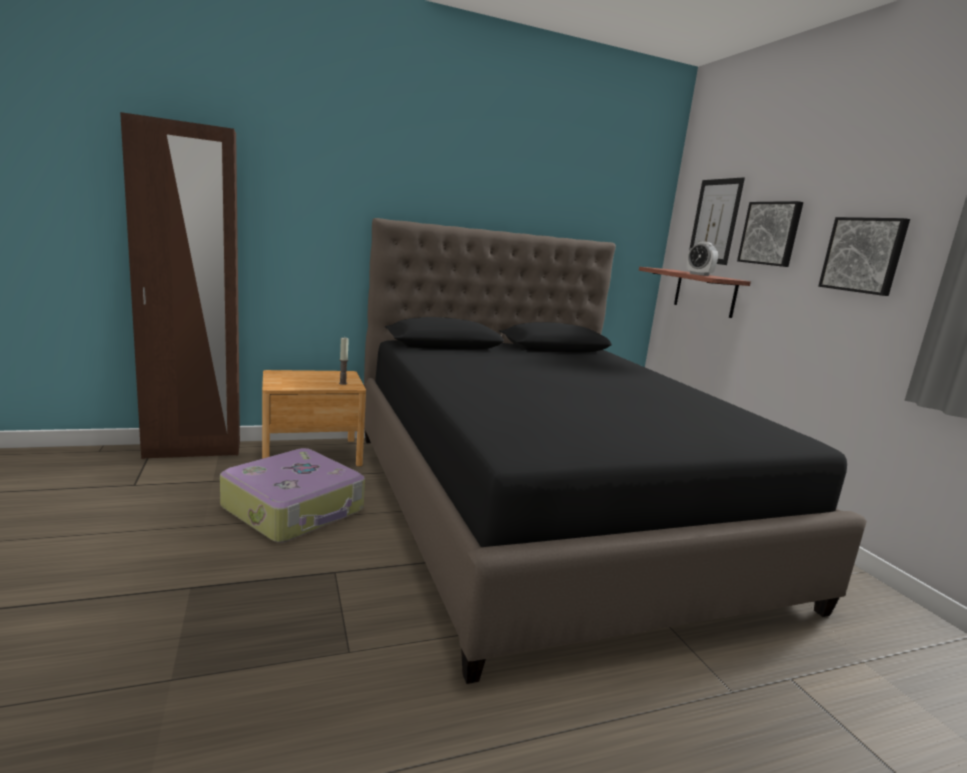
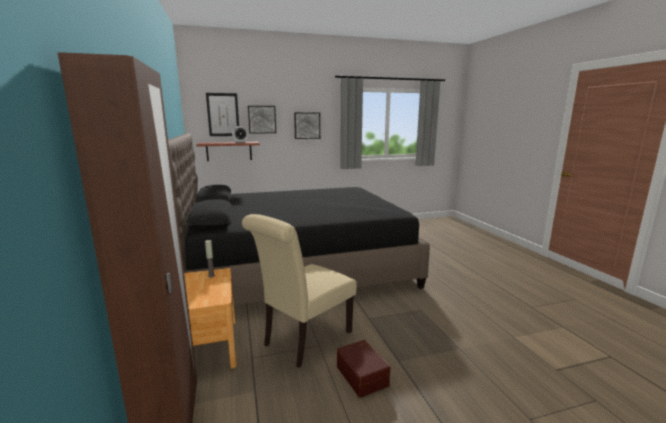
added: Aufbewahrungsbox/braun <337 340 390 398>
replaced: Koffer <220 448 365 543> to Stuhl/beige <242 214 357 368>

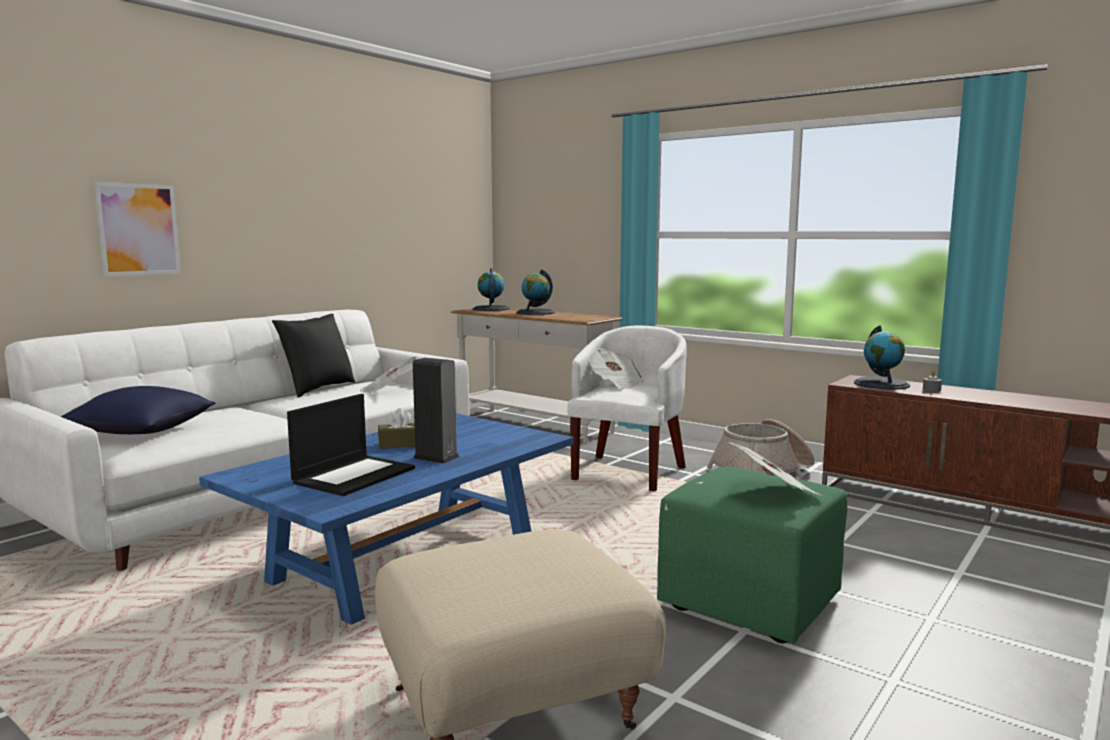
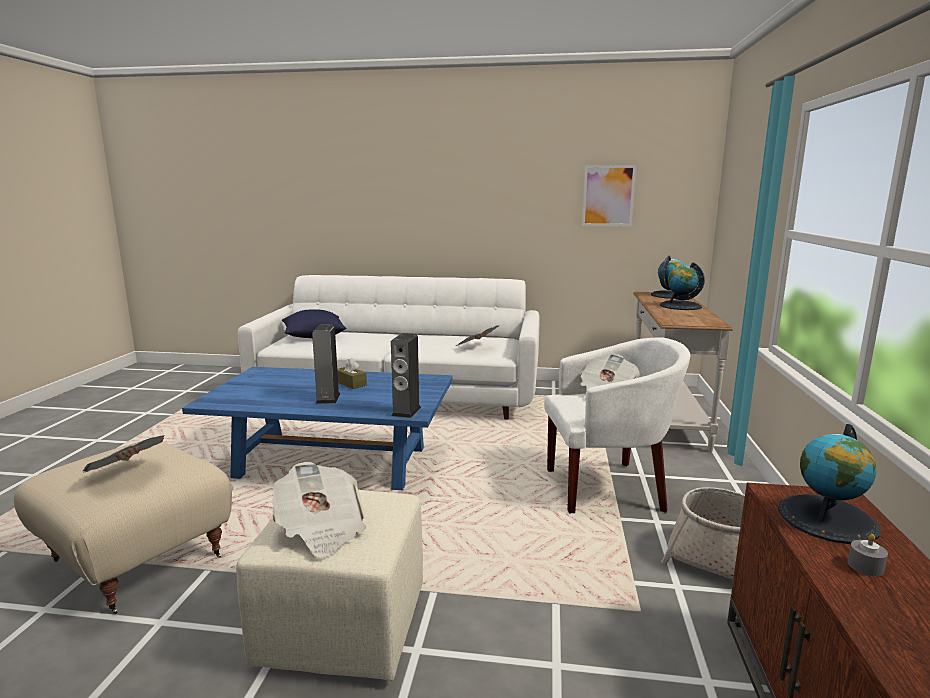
removed: Kissen/schwarz <272 314 355 398>; Laptop <287 394 415 496>
added: Zeitung <83 436 164 473>; Lautsprecher <391 333 421 418>
moved: Bild <94 182 181 277> to <582 165 636 226>
recoloured: Polsterhocker/grün <657 466 847 643> to Polsterhocker/beige <236 490 423 681>

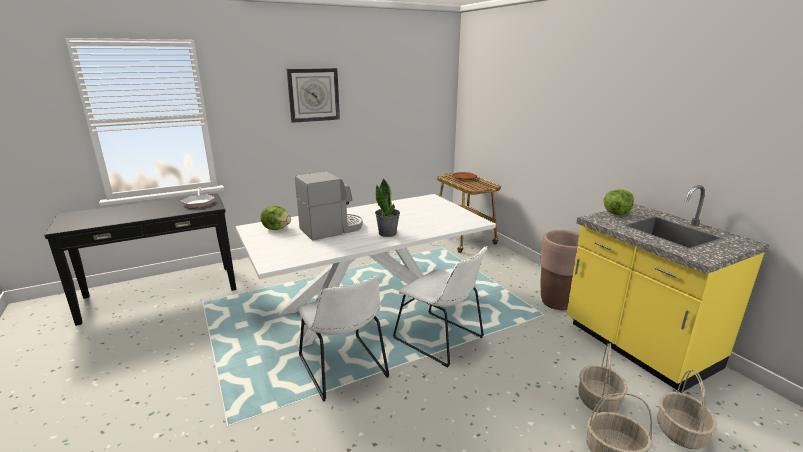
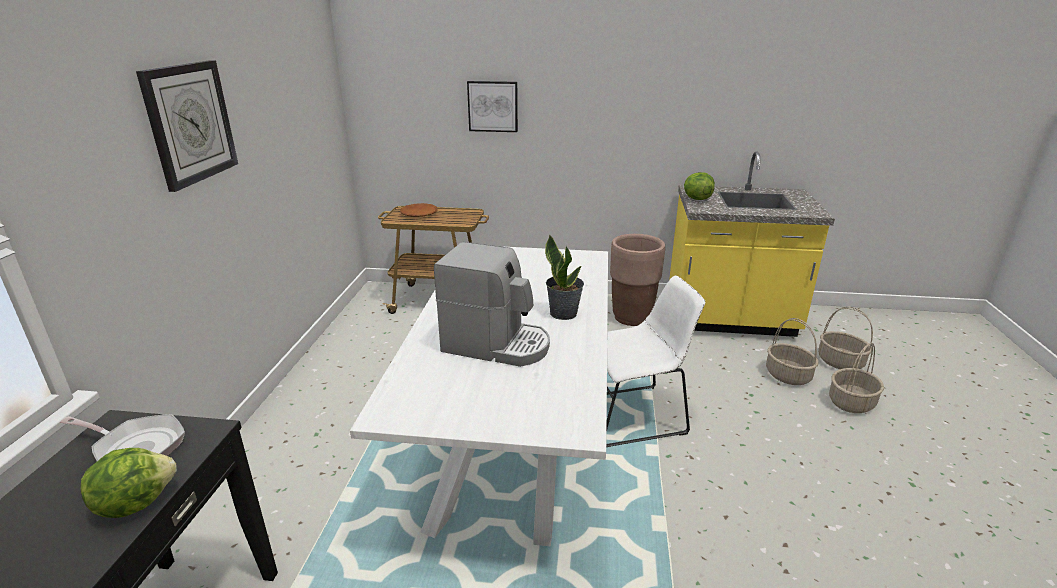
removed: Stuhl/weiß <297 275 389 402>
added: Bild <467 81 518 132>
moved: Salatkopf <260 205 291 230> to <80 448 177 518>
turned: Kaffeemaschine <295 171 363 241> = <434 242 550 367> 105 degrees clockwise

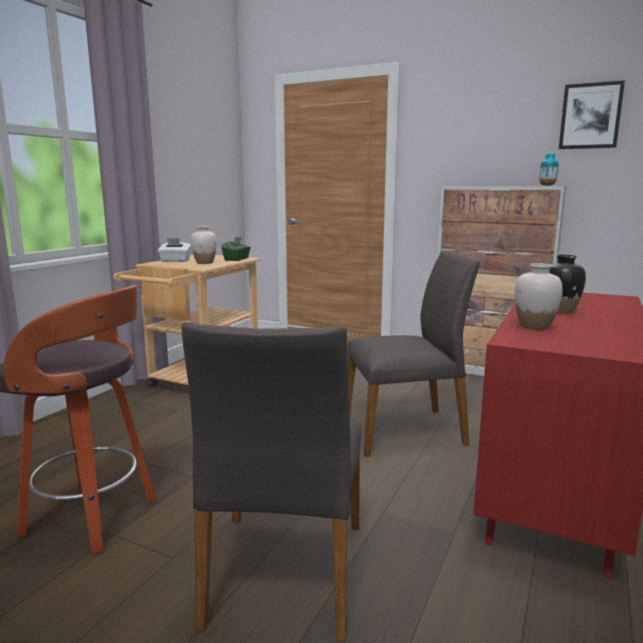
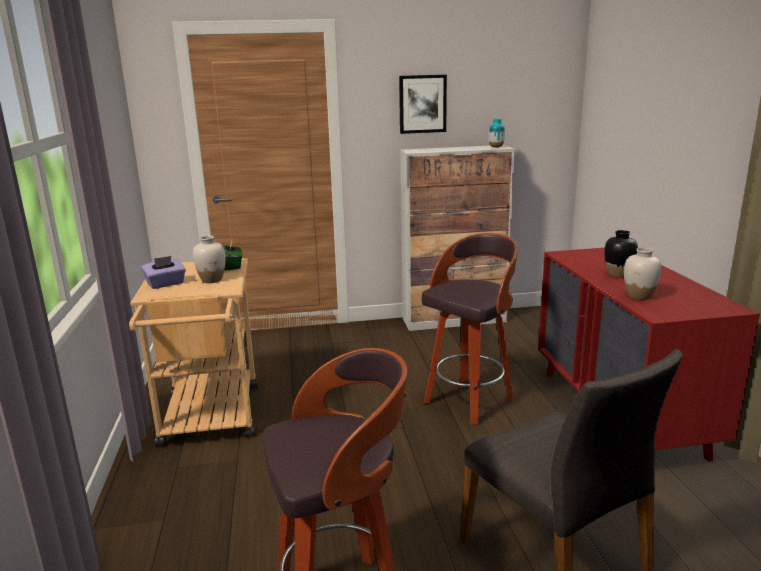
moved: Bild <559 80 625 149> to <399 75 447 134>
replaced: Stuhl/grau <348 251 480 457> to Hocker <422 233 518 425>
recoloured: Taschentuchbox/weiß <158 238 191 262> to Taschentuchbox/lila <141 256 186 289>

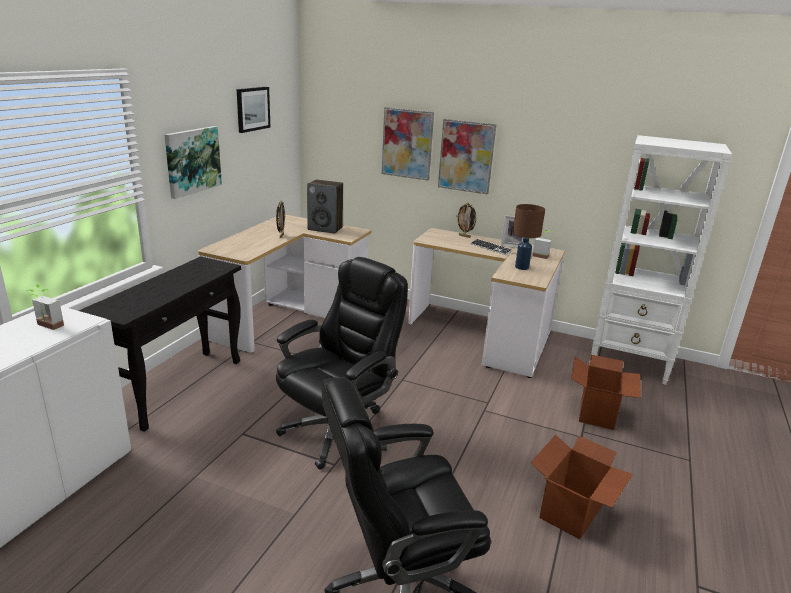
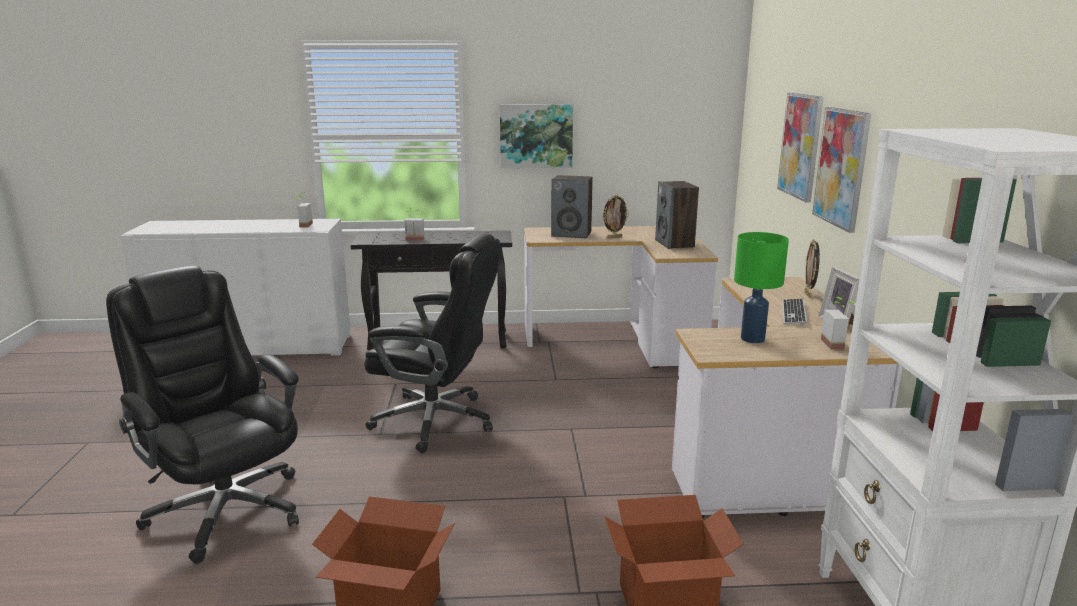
removed: Bild <237 87 270 133>
added: Topfpflanze <405 207 424 241>; Lautsprecher <551 175 593 238>
recoloured: Tischlampe/braun <513 204 545 270> to Tischlampe/grün <734 232 789 343>

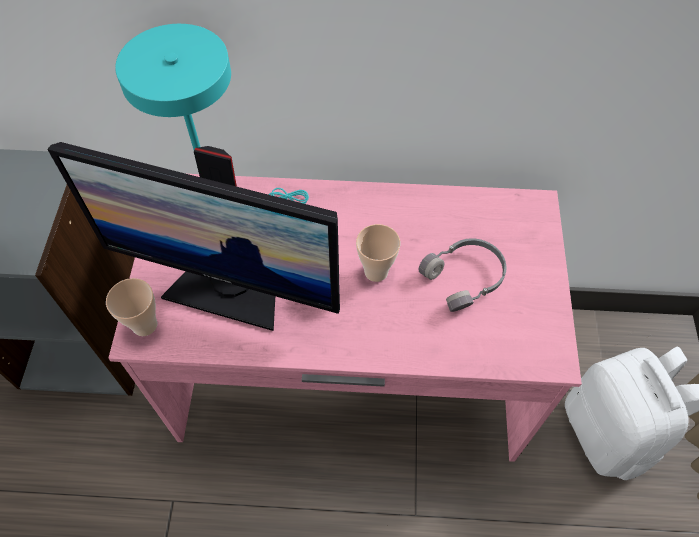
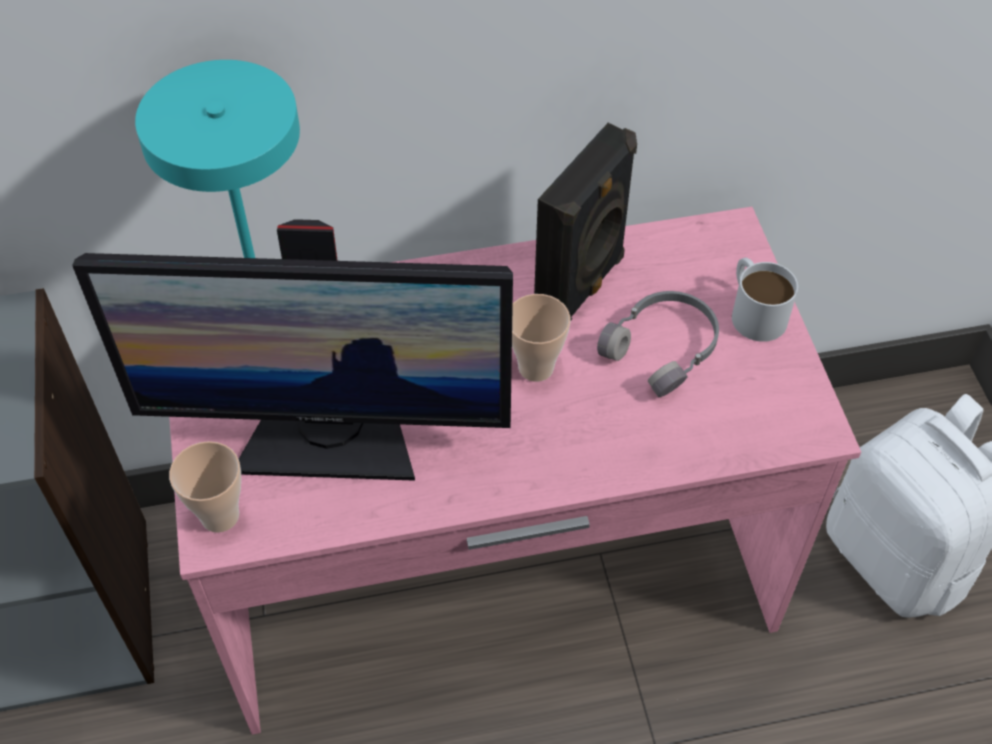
added: Lautsprecher/schwarz <534 123 637 321>; Henkelbecher/weiß <732 258 798 342>

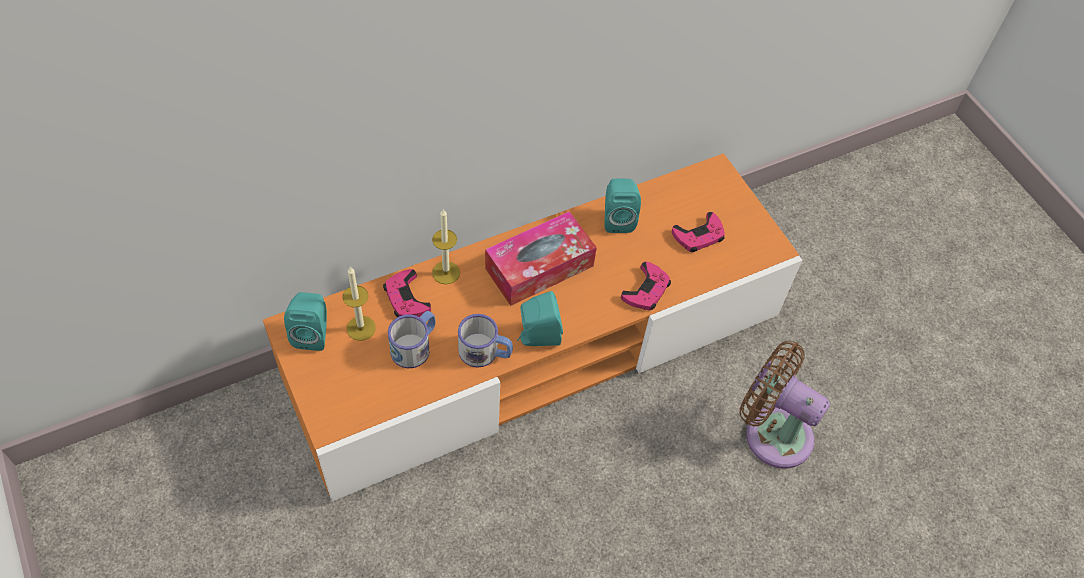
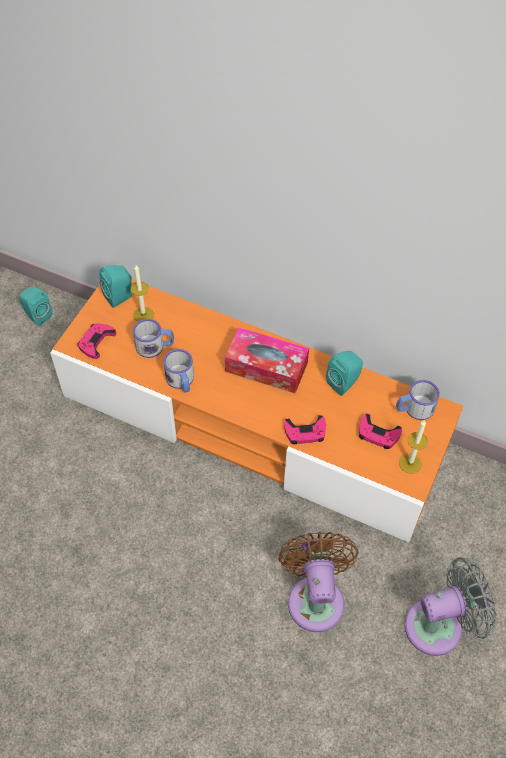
added: Henkelbecher <396 380 440 420>; Ventilator/grau <404 557 496 656>
moved: Lautsprecher/türkis <517 291 563 346> to <19 287 52 326>; Gamepad/rosa <383 269 431 317> to <78 323 116 359>; Kerze <432 208 460 284> to <399 420 428 474>

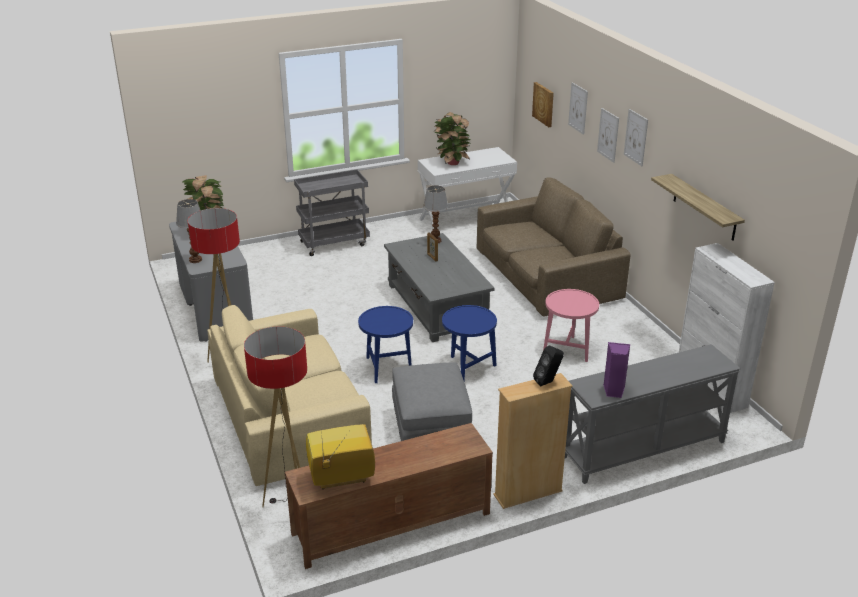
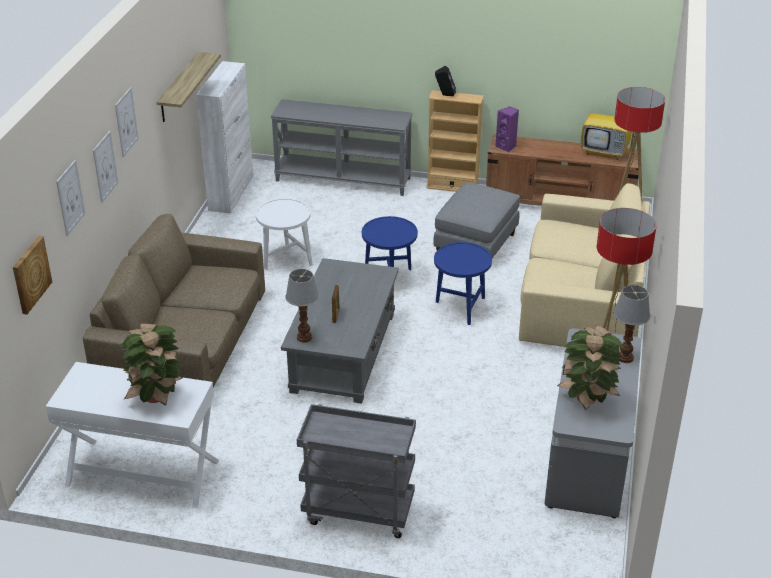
moved: Lautsprecher/lila <603 342 631 398> to <495 107 519 152>
recoloured: Beistelltisch/rosa <543 289 599 362> to Beistelltisch/weiß <256 198 313 269>

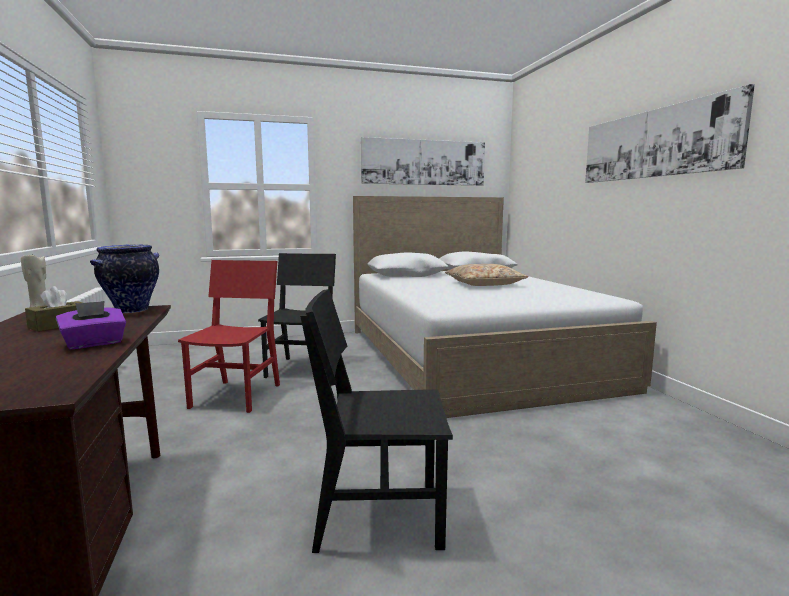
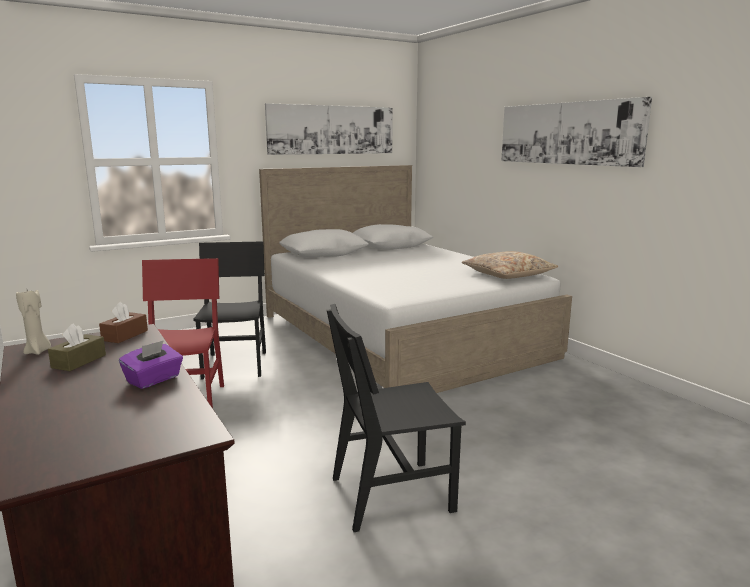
moved: Kissen/beige <445 264 528 286> to <462 251 558 279>
replaced: Vase <90 245 159 313> to Taschentuchbox/braun <99 302 148 343>

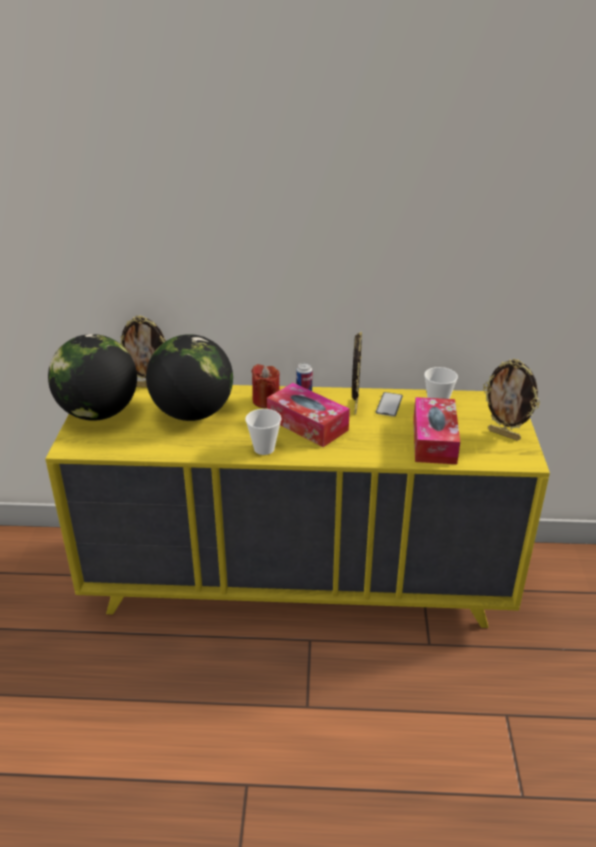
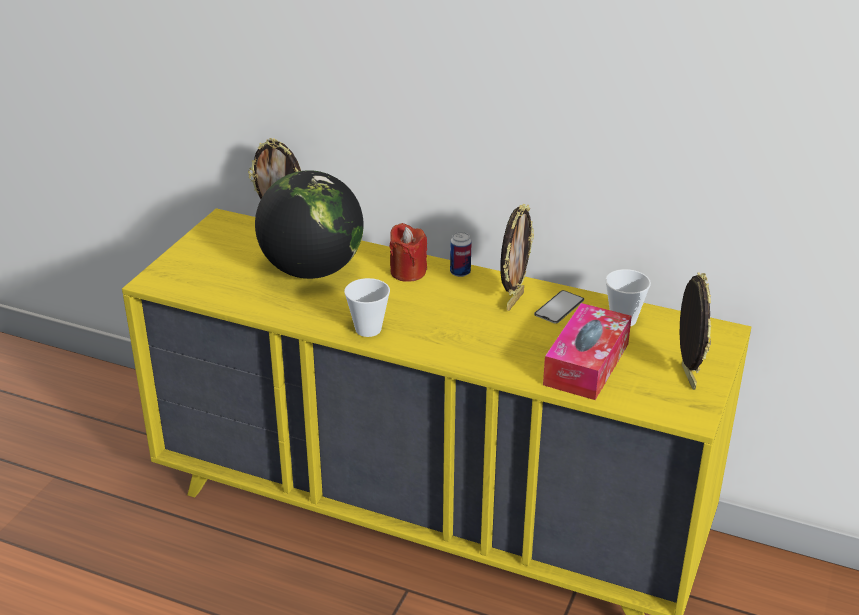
removed: Globus <48 334 137 421>; Taschentuchbox <267 383 350 447>
turned: Bilderrahmen <483 359 540 441> = <680 273 711 390> 150 degrees counterclockwise

